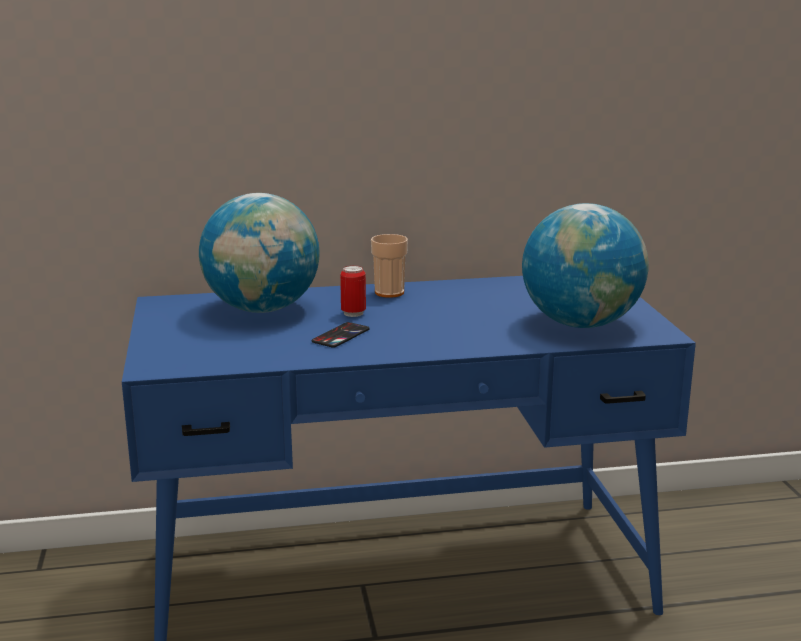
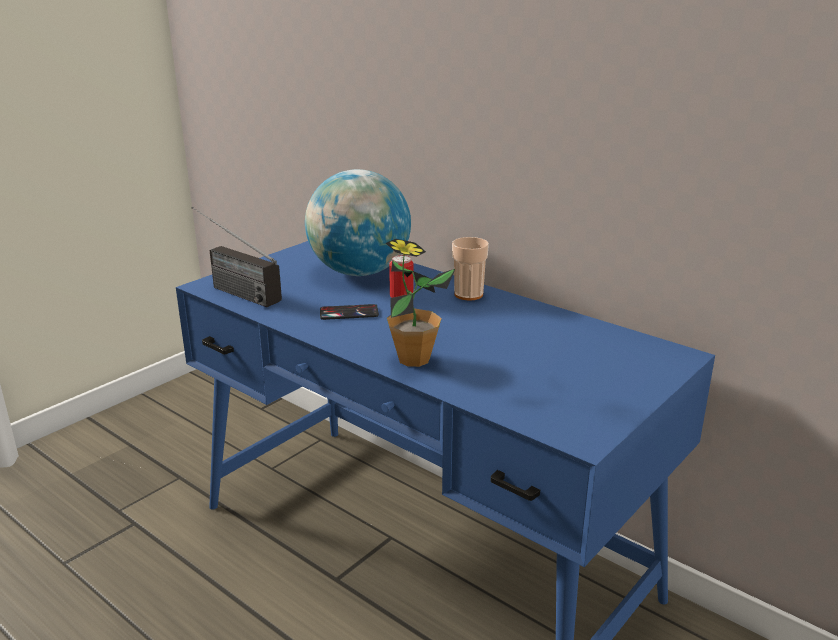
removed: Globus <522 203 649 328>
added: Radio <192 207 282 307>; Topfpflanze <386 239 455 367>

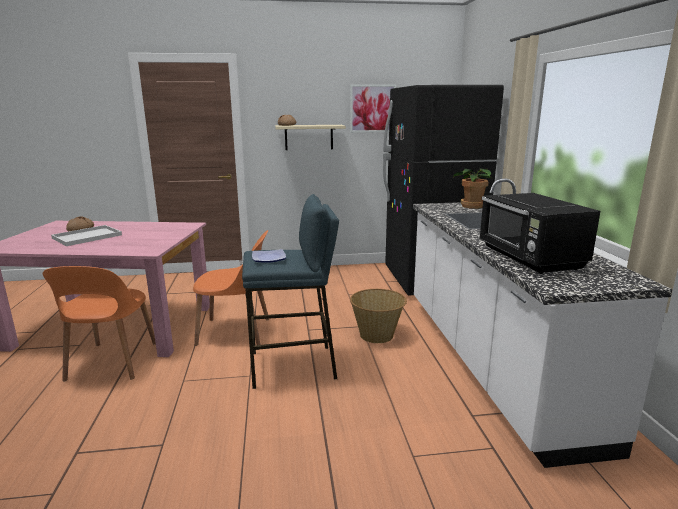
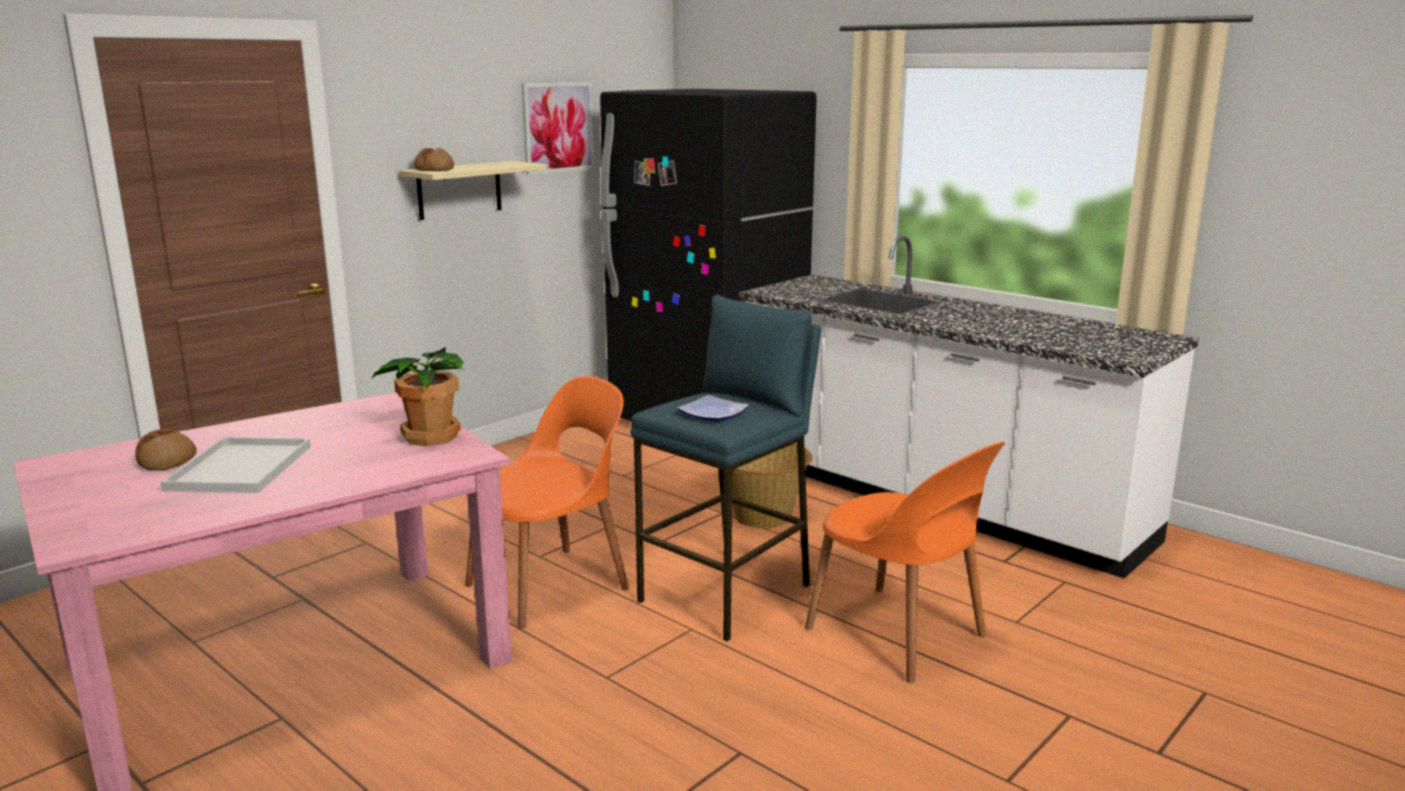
removed: Mikrowelle/schwarz <479 193 600 274>
moved: Topfpflanze <453 168 493 209> to <372 347 464 446>; Stuhl/orange <43 266 156 381> to <805 442 1005 683>

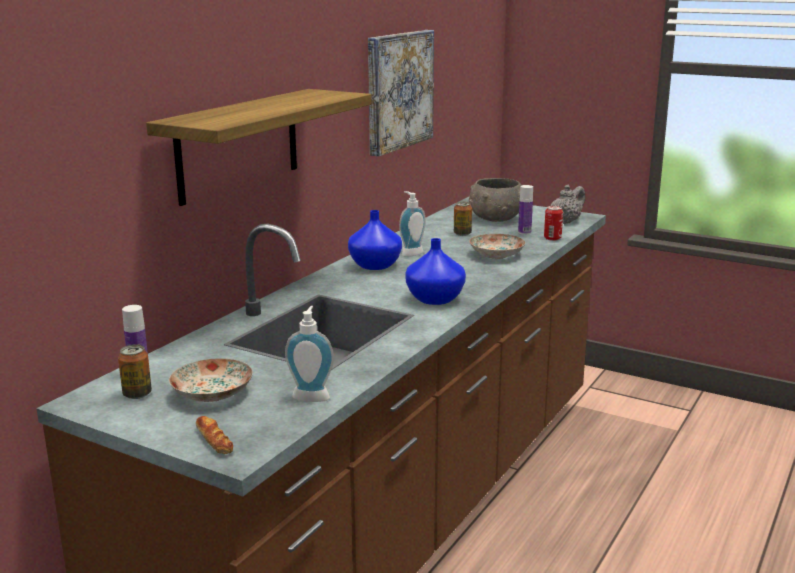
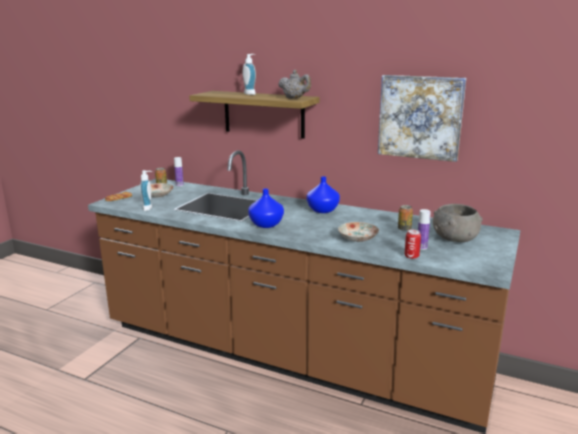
moved: Seifenspender <399 191 426 257> to <243 54 256 95>; Teekanne/grau <551 185 585 224> to <278 70 311 98>

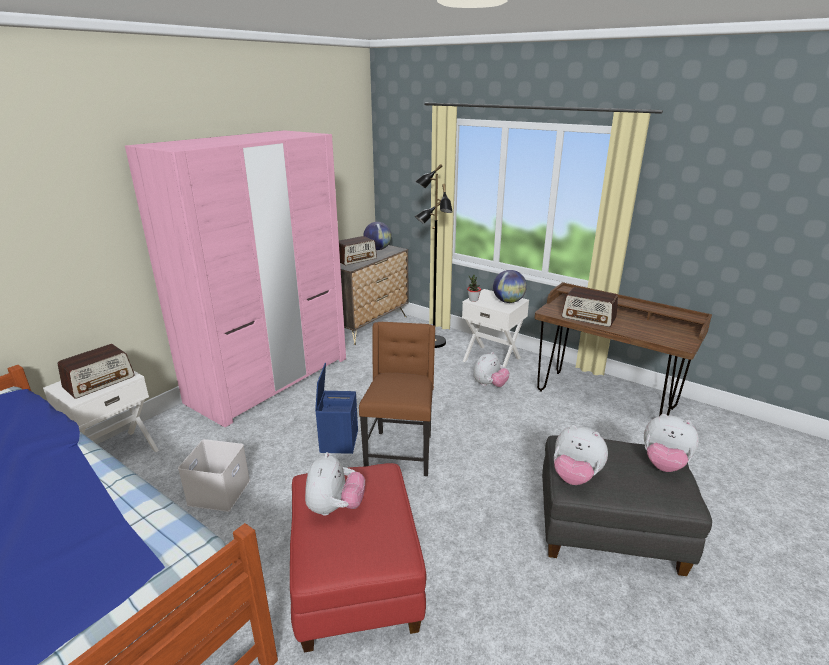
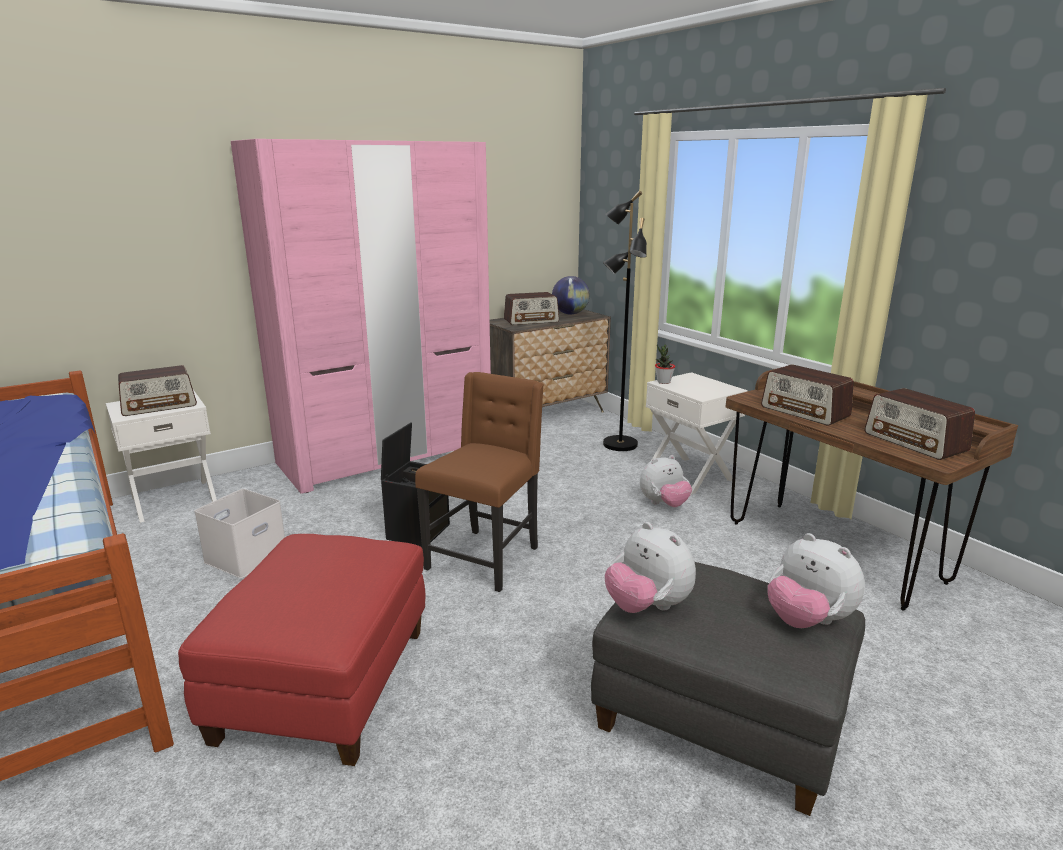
removed: Plüschtier <305 452 365 516>; Globus <493 270 527 303>
added: Radio <865 388 975 460>
recoloured: Aufbewahrungsbox/blau <315 363 358 454> to Aufbewahrungsbox/schwarz <381 422 450 547>

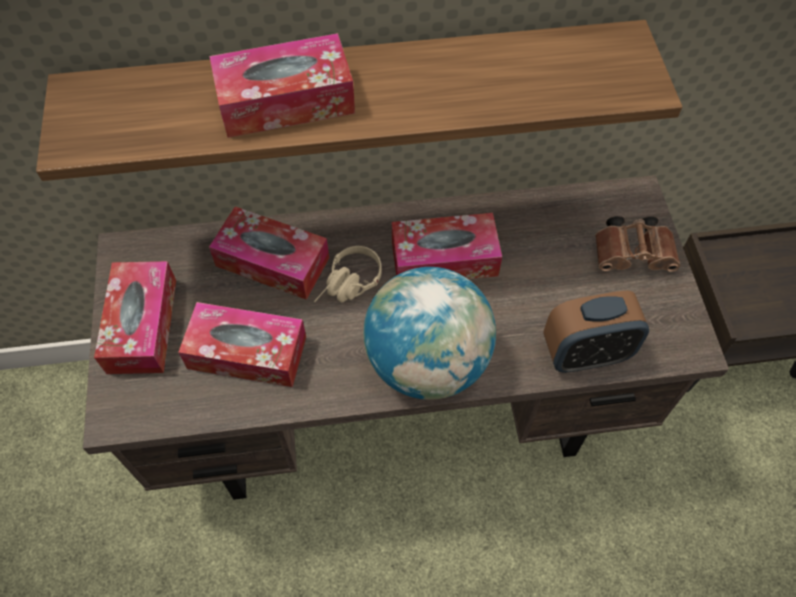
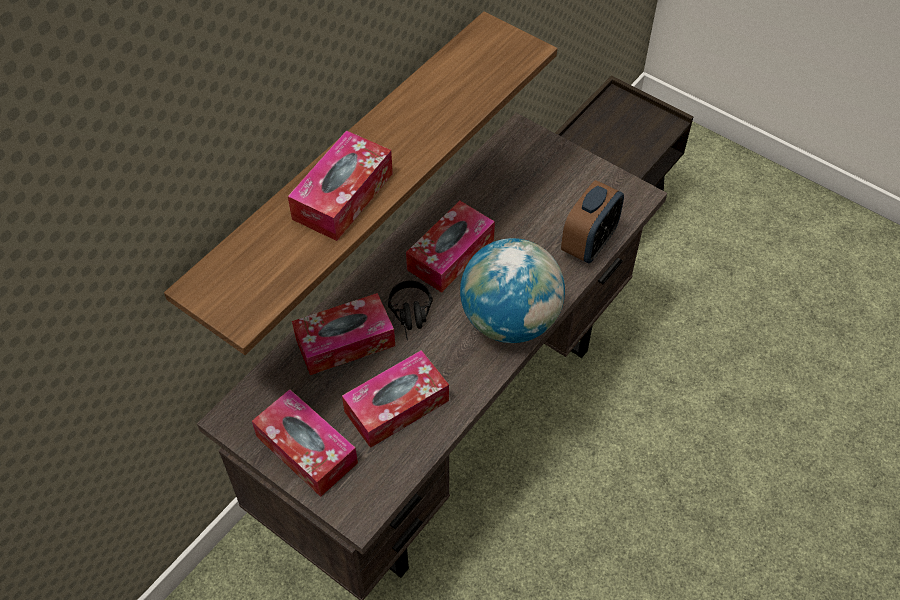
removed: Fernglas/braun <595 216 681 272>
recoloured: Kopfhörer/beige <314 246 382 302> to Kopfhörer/schwarz <388 280 432 340>

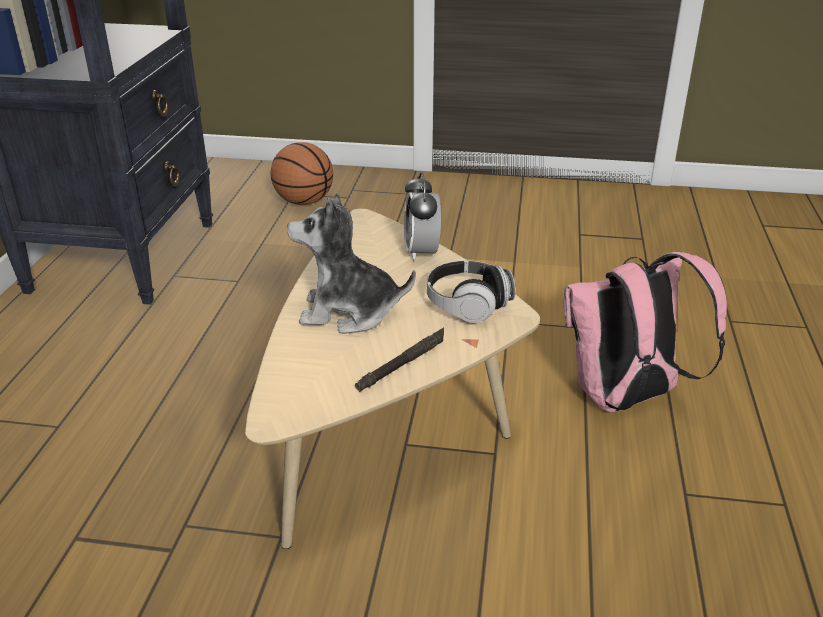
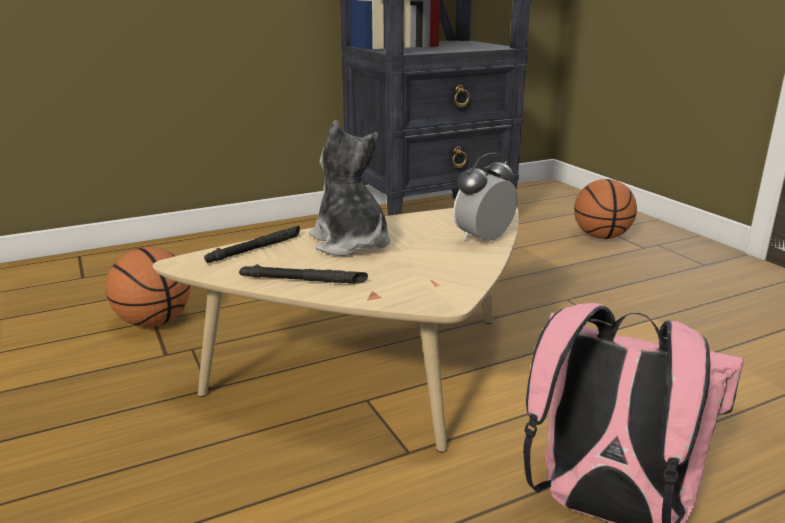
removed: Kopfhörer <427 260 516 323>
added: Basketball <105 247 191 327>; Taschenlampe/schwarz <204 226 300 263>

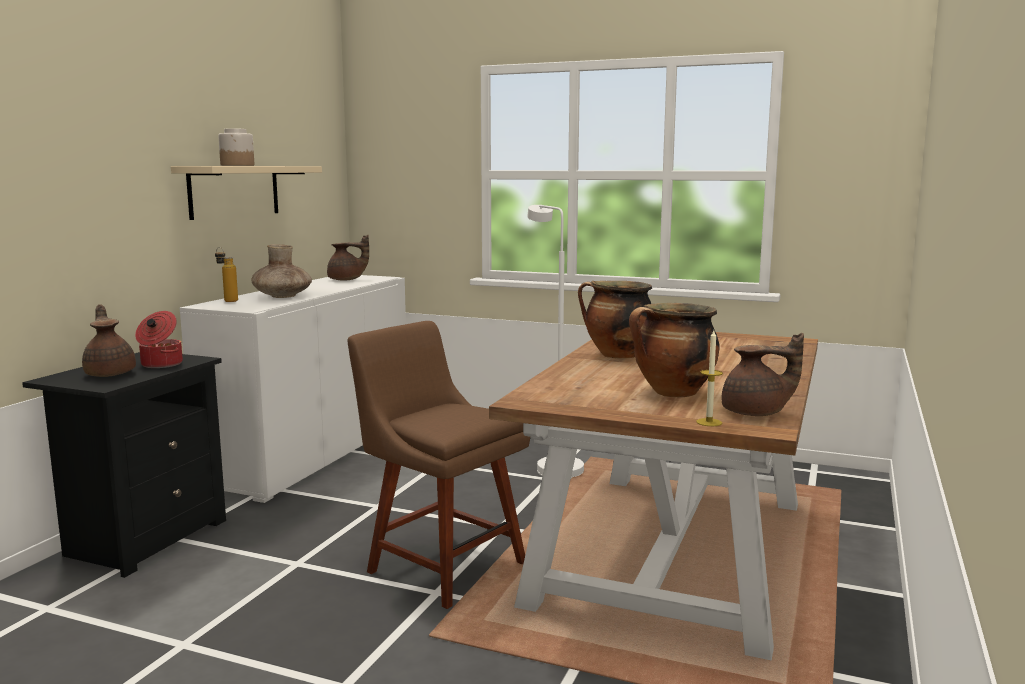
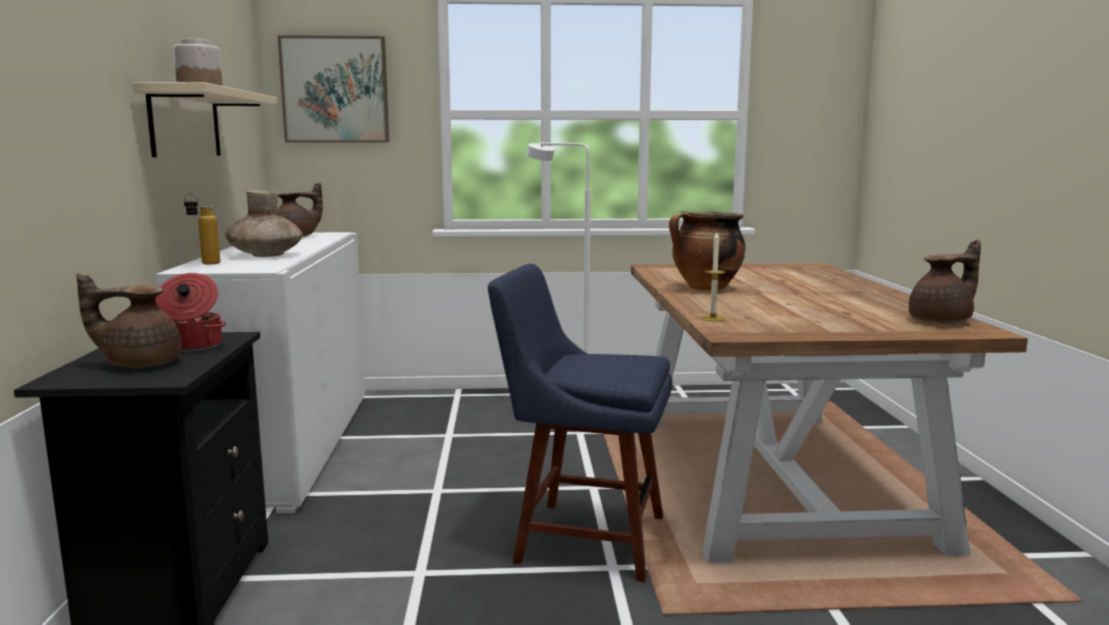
removed: Kochtopf <629 303 720 397>
added: Bild <278 35 389 143>
moved: Kerze <696 330 723 426> to <701 232 725 321>
recoloured: Stuhl/braun <348 321 530 609> to Stuhl/blau <488 264 672 582>
turned: Teekanne/braun <82 304 136 377> = <76 273 182 368> 45 degrees counterclockwise

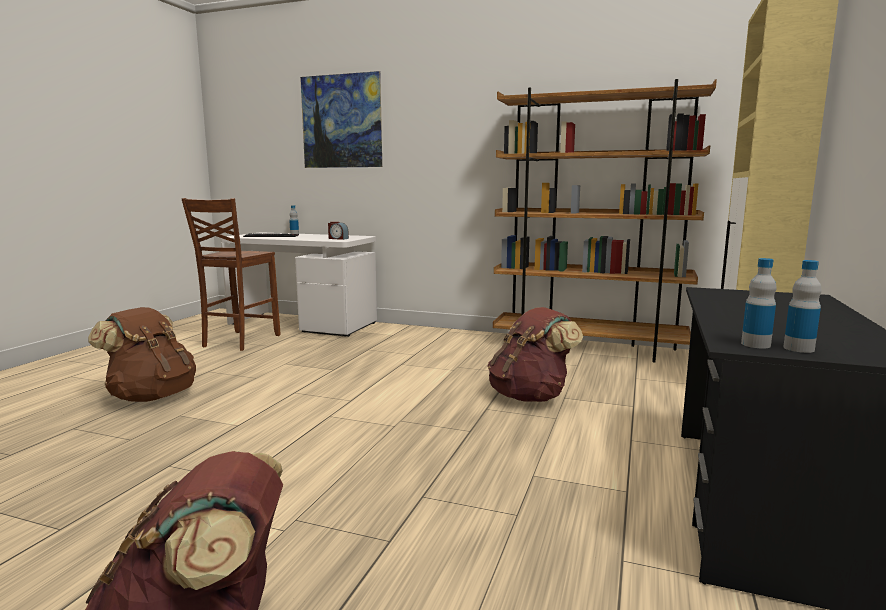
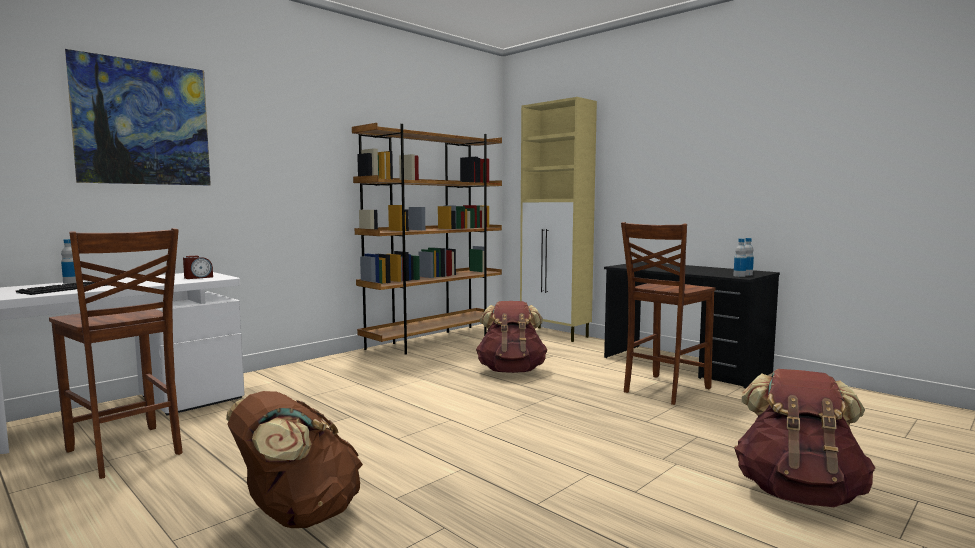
added: Stuhl/braun <621 222 716 405>

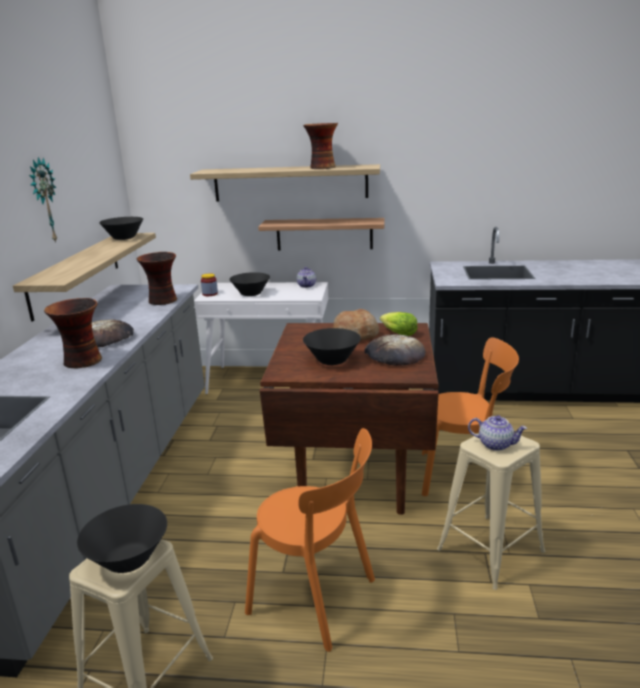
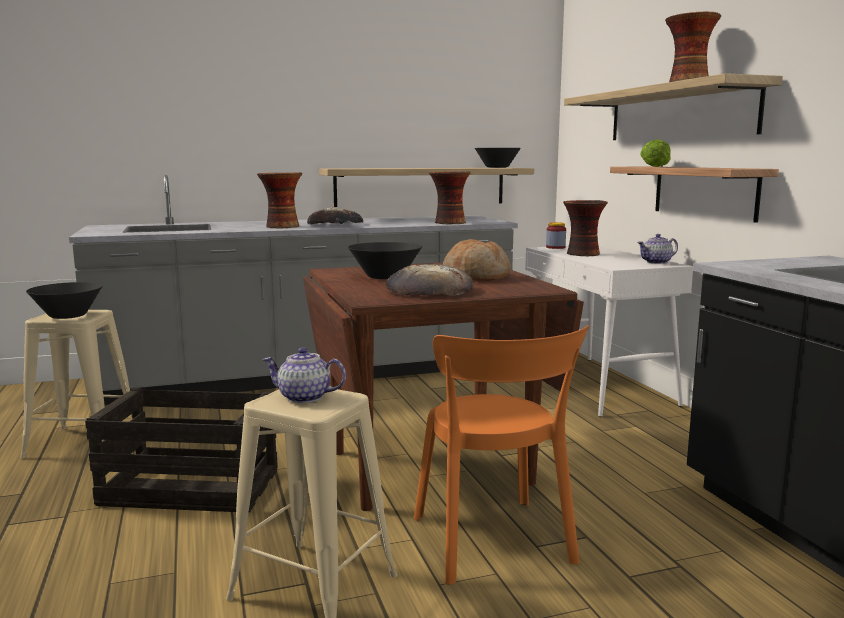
removed: Wanduhr <29 157 58 242>
moved: Salatkopf <380 312 417 336> to <640 139 671 167>
replaced: Stuhl/orange <245 428 375 652> to Kiste <85 388 278 513>; Schüssel/schwarz <230 272 270 296> to Vase <563 200 608 256>
turned: Teekanne <468 415 527 451> = <262 347 346 403> 105 degrees clockwise

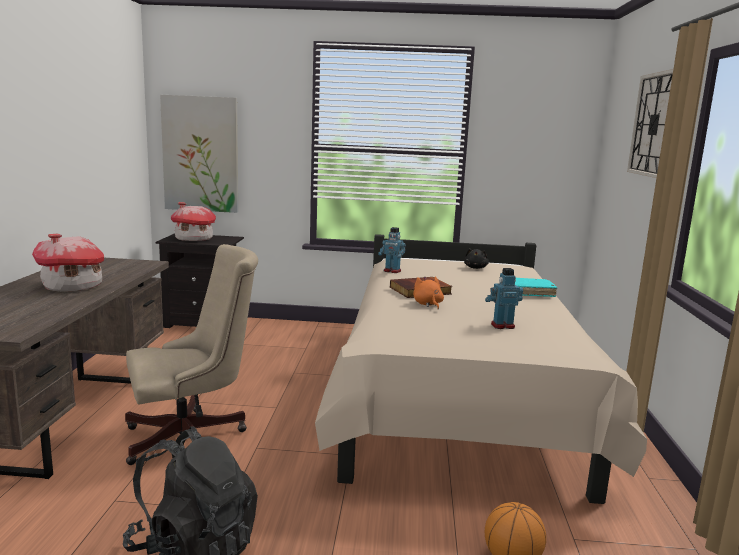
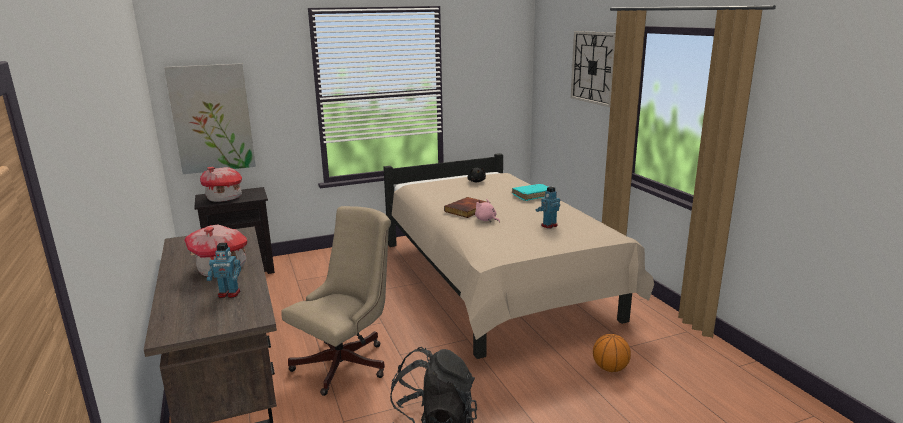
moved: Spielzeugroboter <378 227 406 273> to <207 243 241 298>
recoloured: Plüschtier/orange <413 276 444 309> to Plüschtier/rosa <475 199 500 223>

